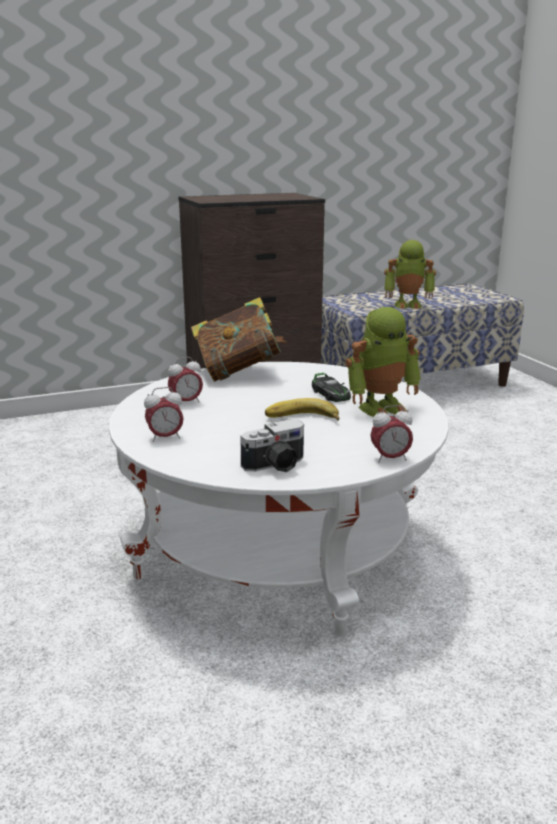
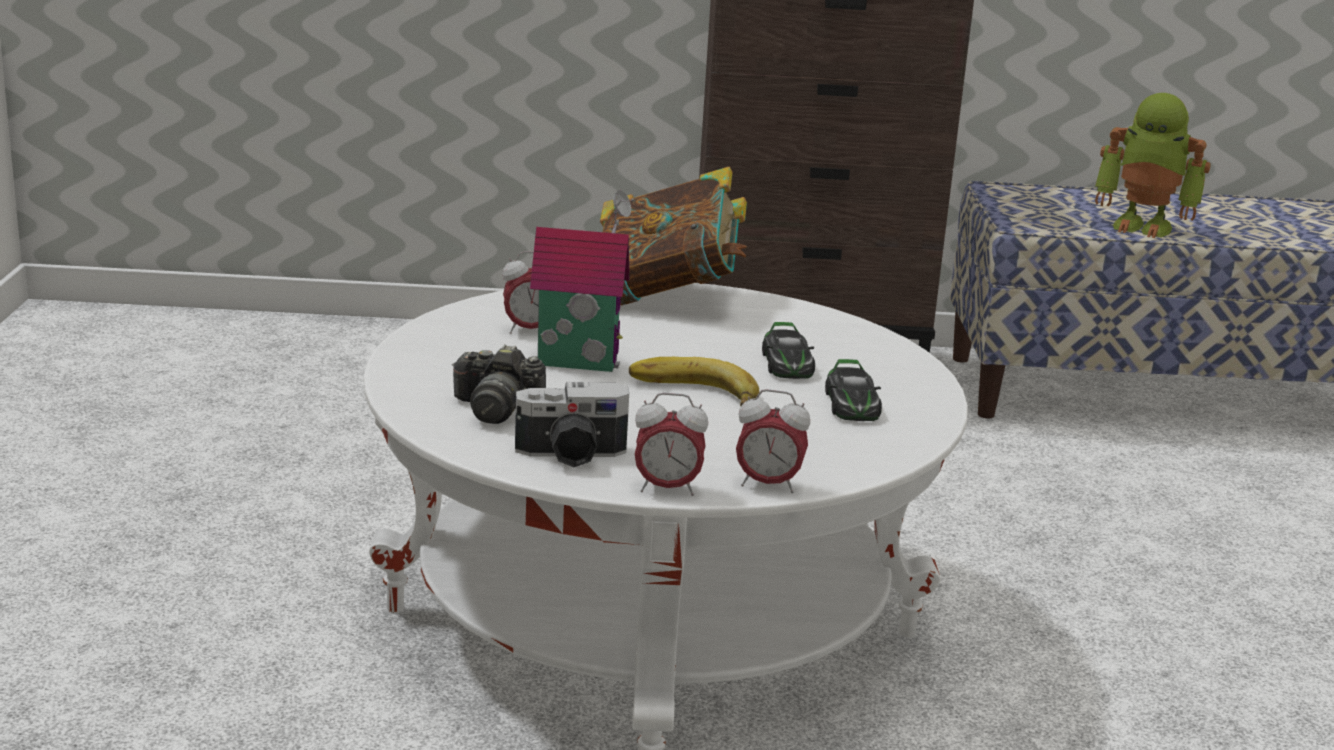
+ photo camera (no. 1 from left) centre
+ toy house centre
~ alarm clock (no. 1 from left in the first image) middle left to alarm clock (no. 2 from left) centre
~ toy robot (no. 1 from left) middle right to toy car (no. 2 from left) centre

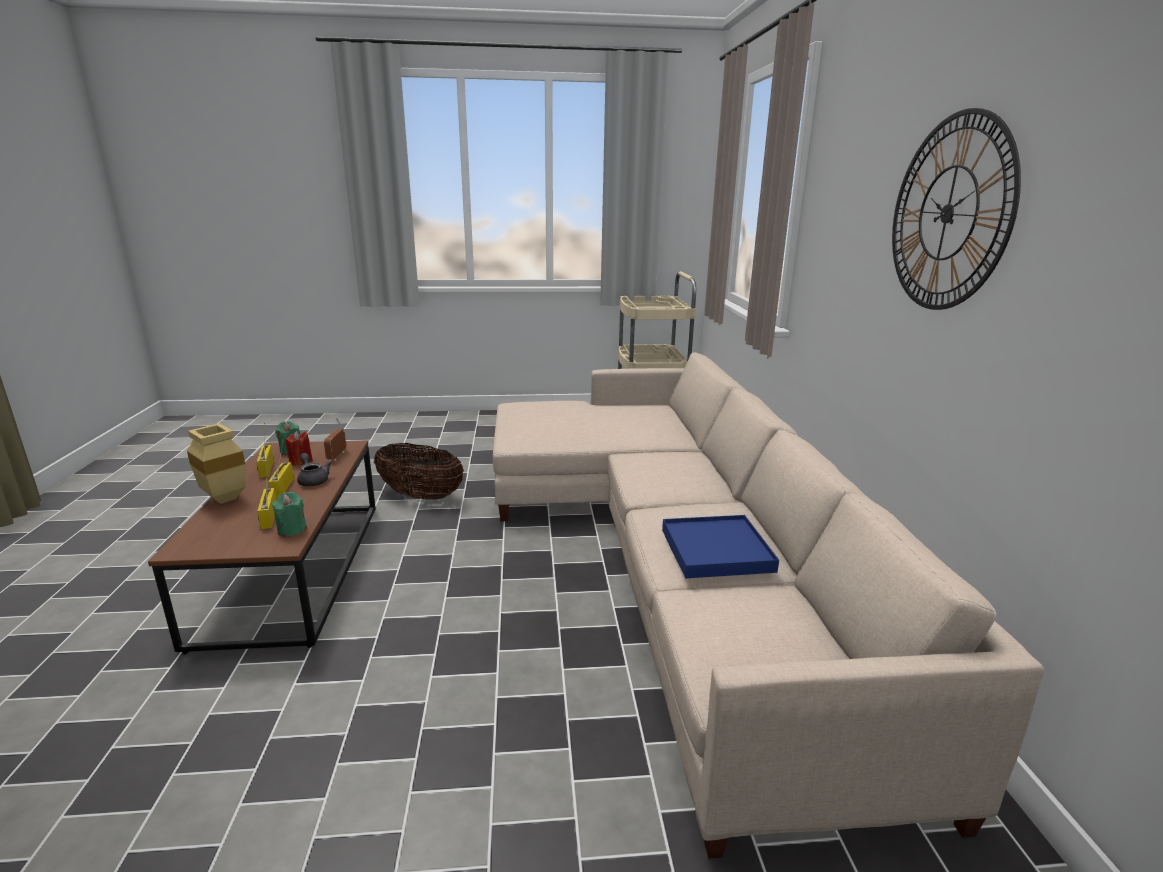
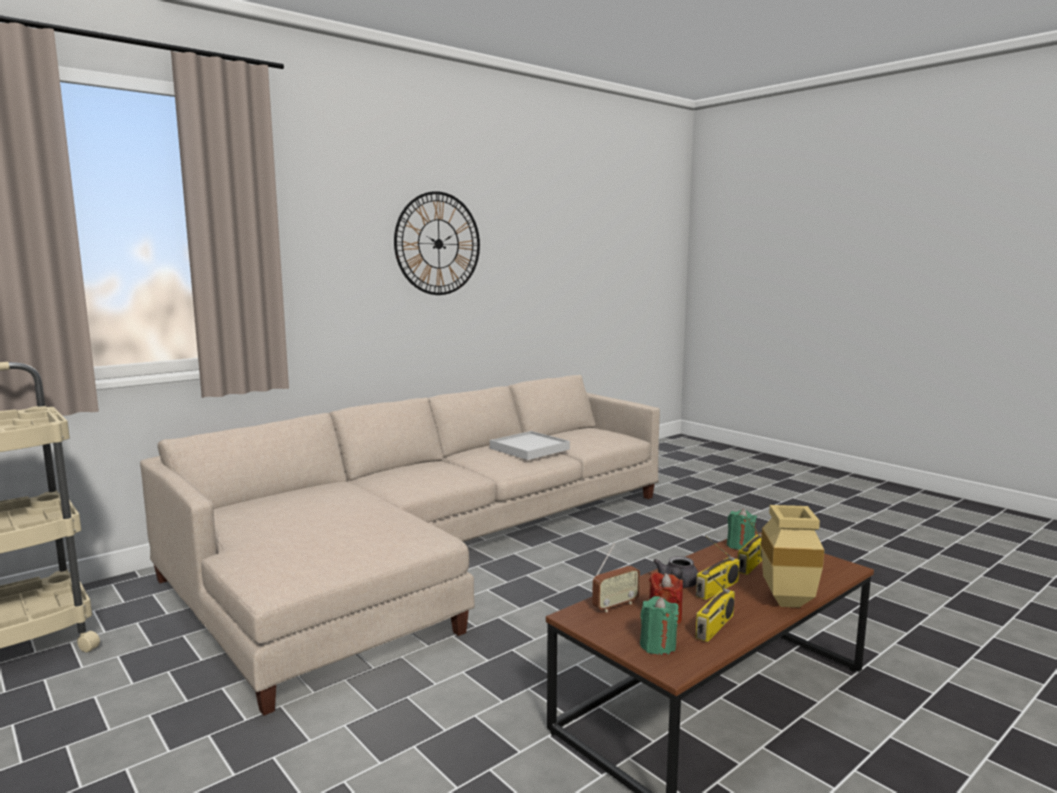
- basket centre
~ blue tray centre to white tray centre

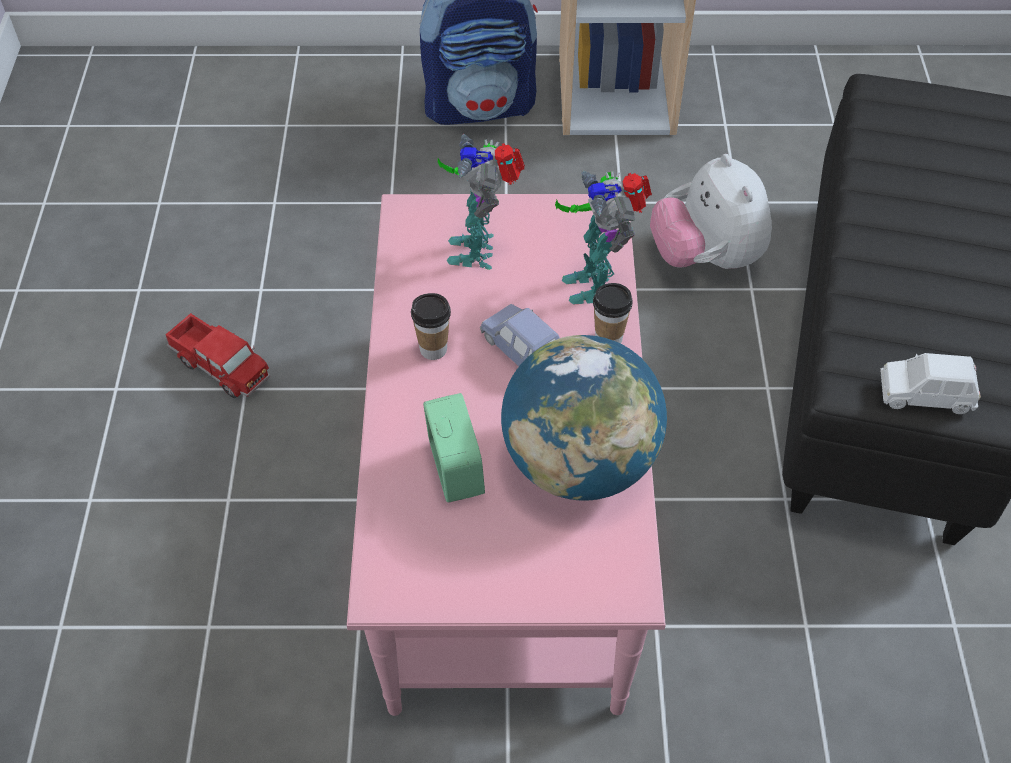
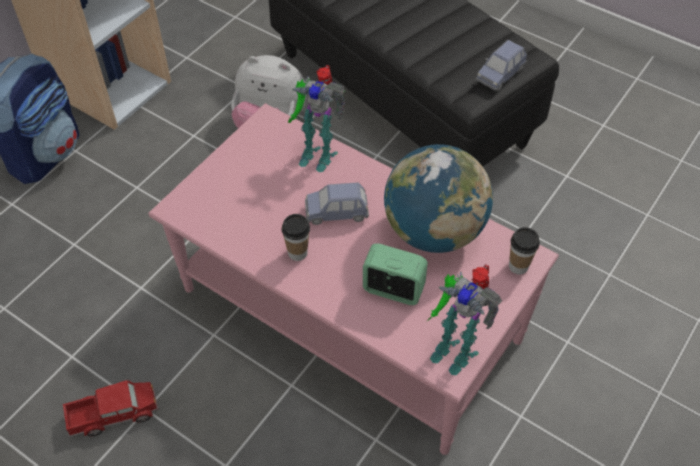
~ toy robot (no. 1 from left in the first image) top centre to toy robot (no. 2 from left) bottom centre
~ cup (no. 2 from left) centre to middle right
~ white toy car middle right to blue toy car (no. 2 from left) top right

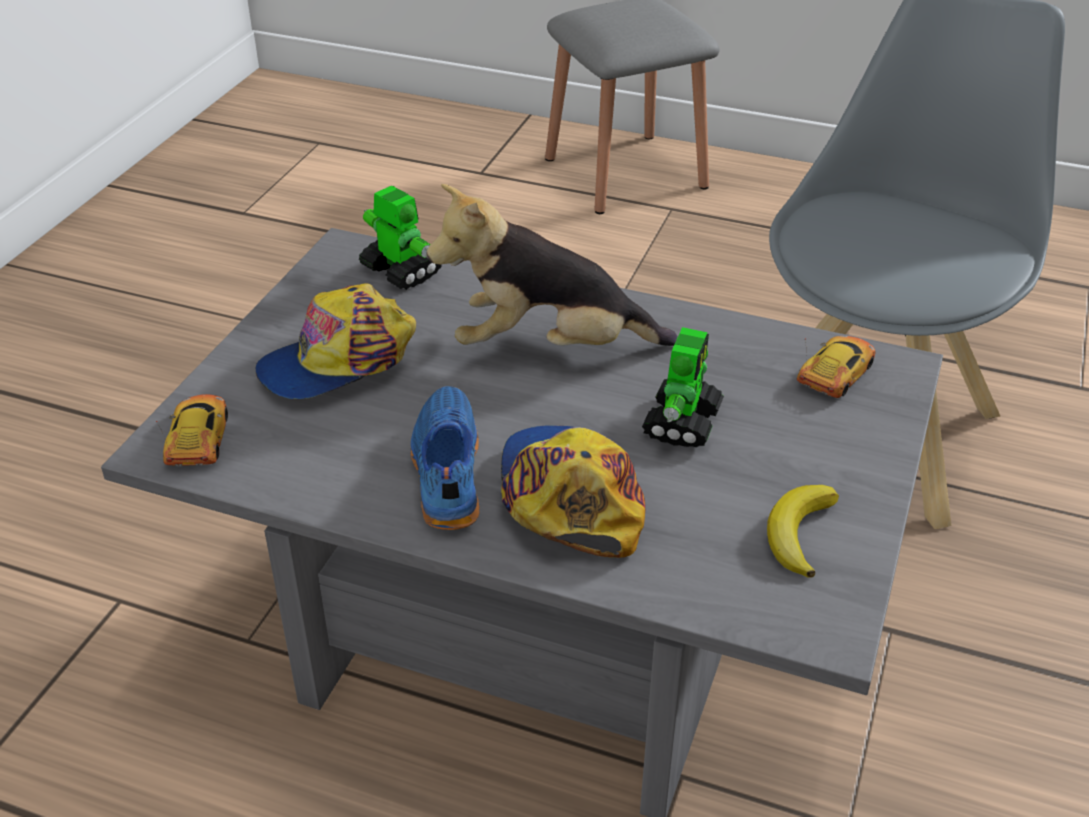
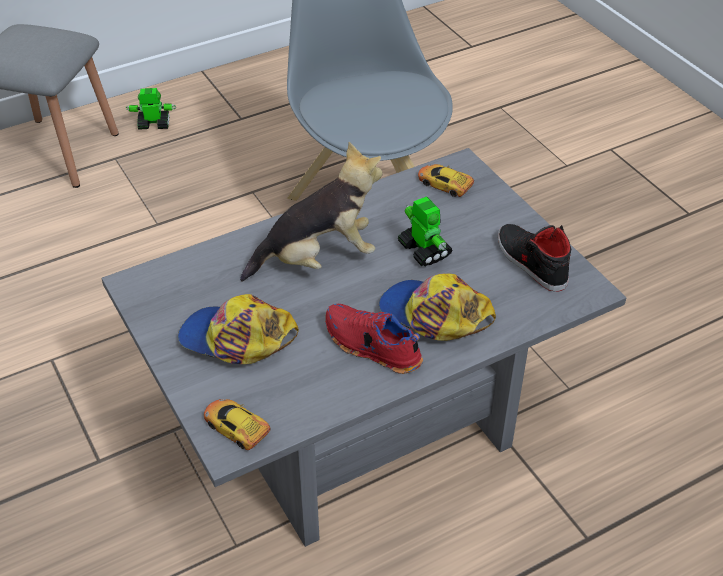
~ toy robot (no. 1 from left) top centre to top left
~ banana middle right to black shoe middle right
~ blue shoe centre to red shoe centre
~ cap (no. 1 from left) middle left = middle left 105 degrees clockwise
~ plush toy top centre = centre 150 degrees counterclockwise
~ toy car (no. 2 from left) middle right = top centre 45 degrees counterclockwise

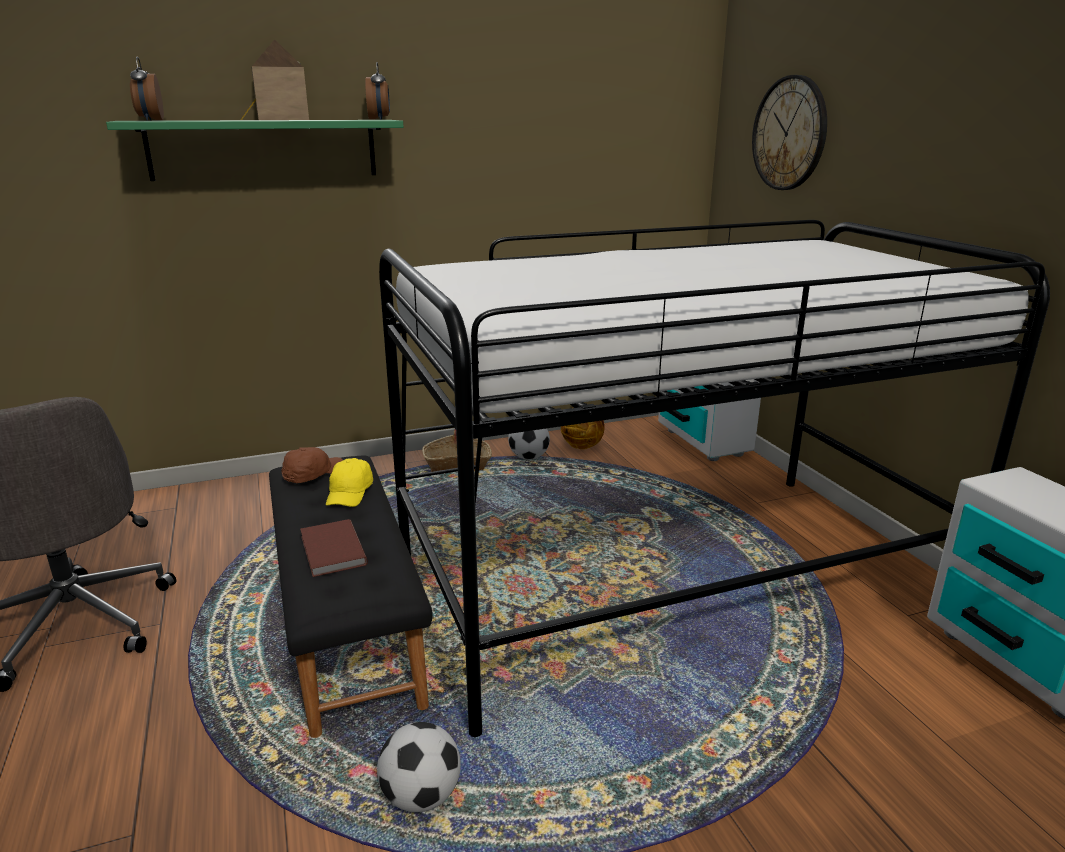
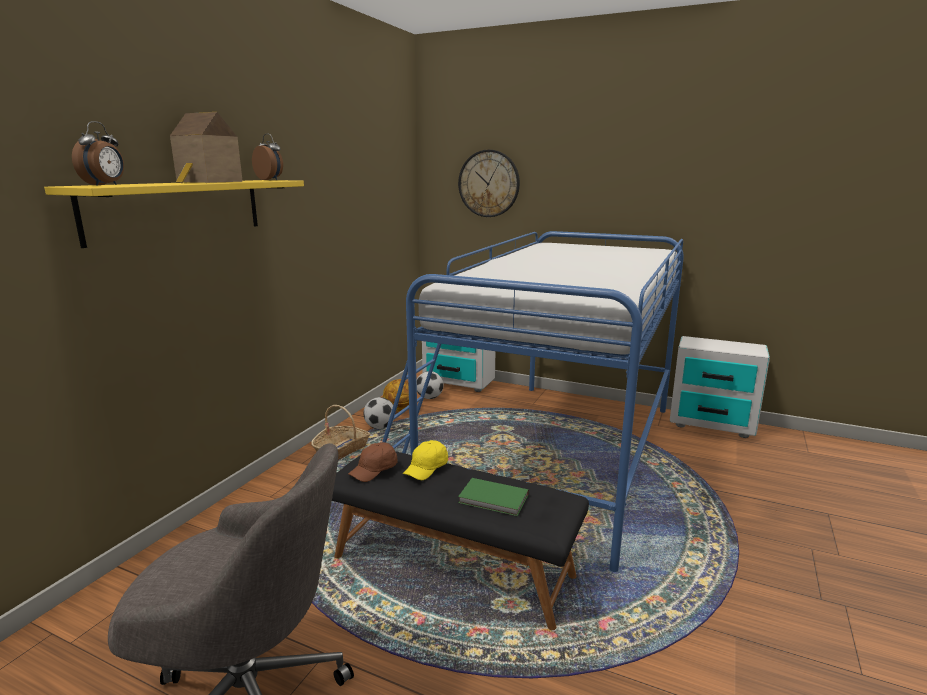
~ football (no. 1 from left in the first image) bottom centre to football (no. 2 from left) centre
~ green shelf top left to yellow shelf top left
~ brown book middle left to green book bottom centre
~ black bed middle right to blue bed centre
~ alarm clock (no. 1 from left) top left = top left 105 degrees counterclockwise
~ brown cap middle left = centre 135 degrees counterclockwise
~ yellow cap middle left = centre 75 degrees clockwise

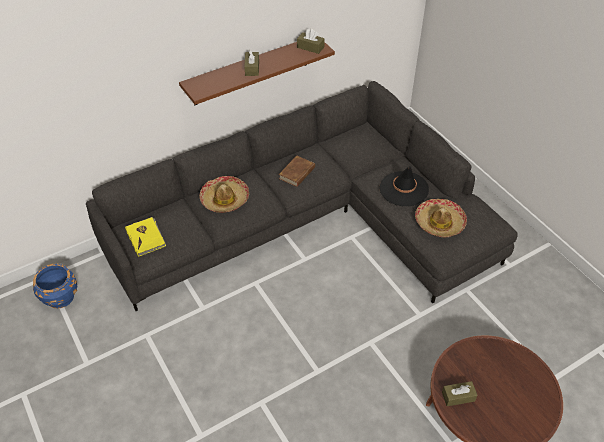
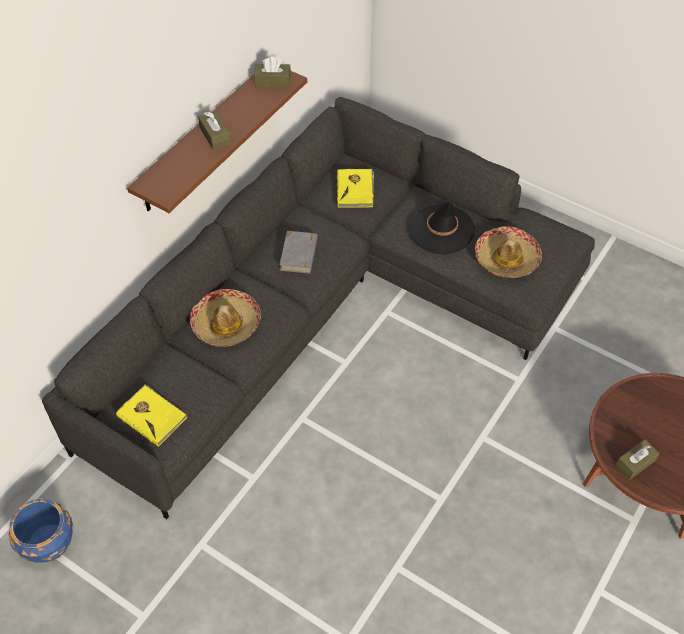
+ yellow book (no. 2 from left) top centre
~ brown book centre to grey book centre

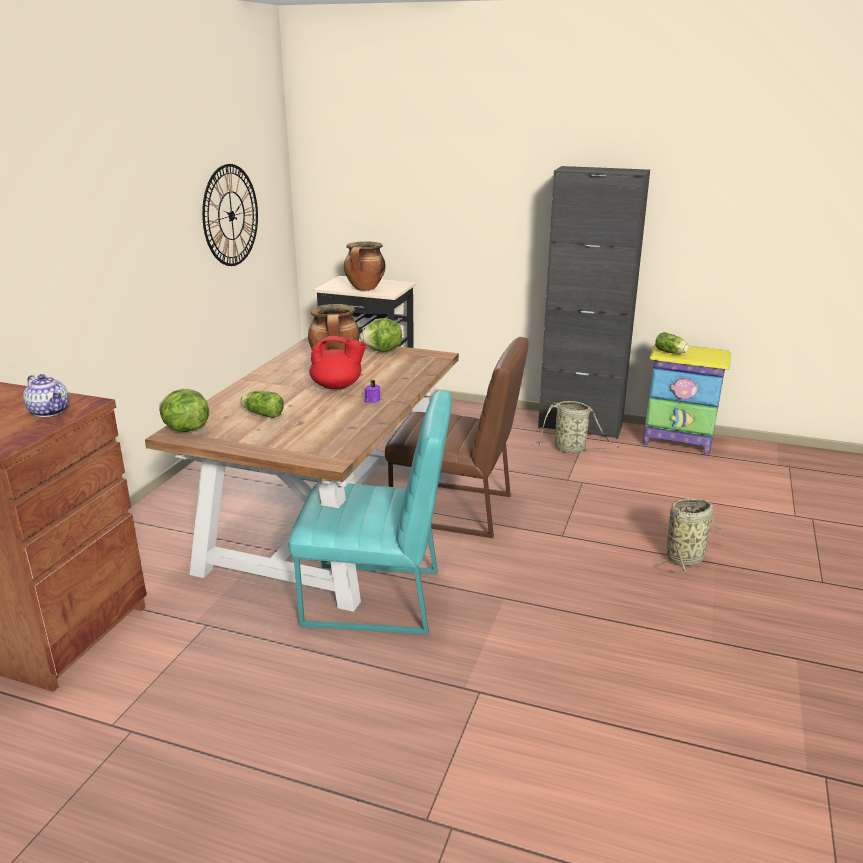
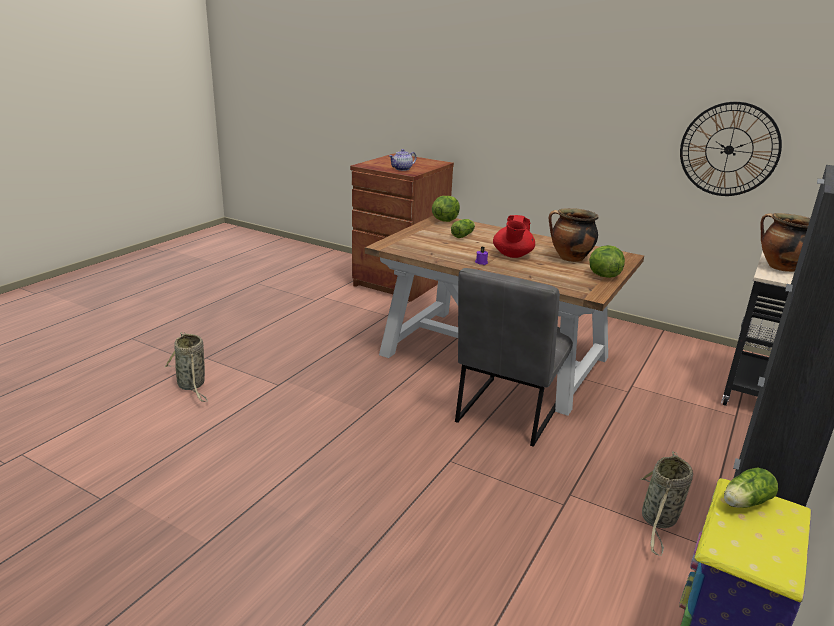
- turquoise chair centre
~ basket (no. 2 from left in the first image) middle right to basket (no. 1 from left) middle left
~ brown chair centre to grey chair centre

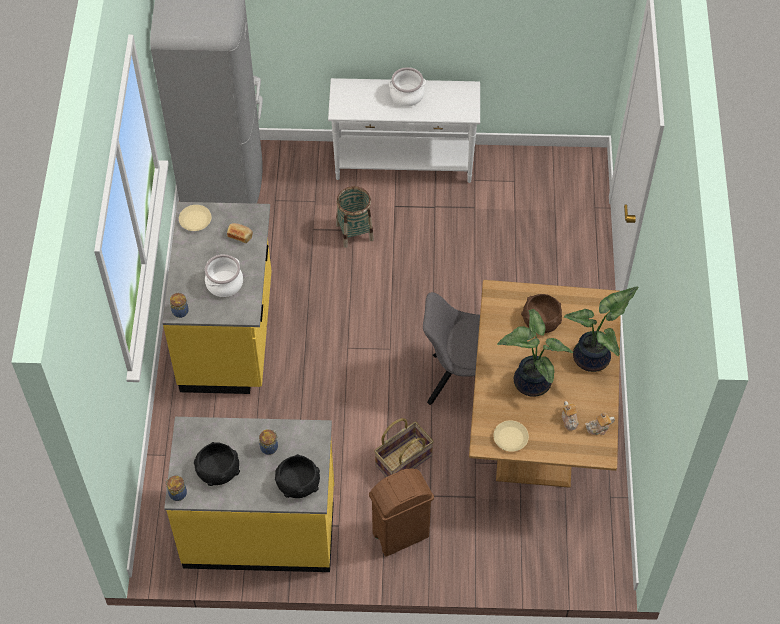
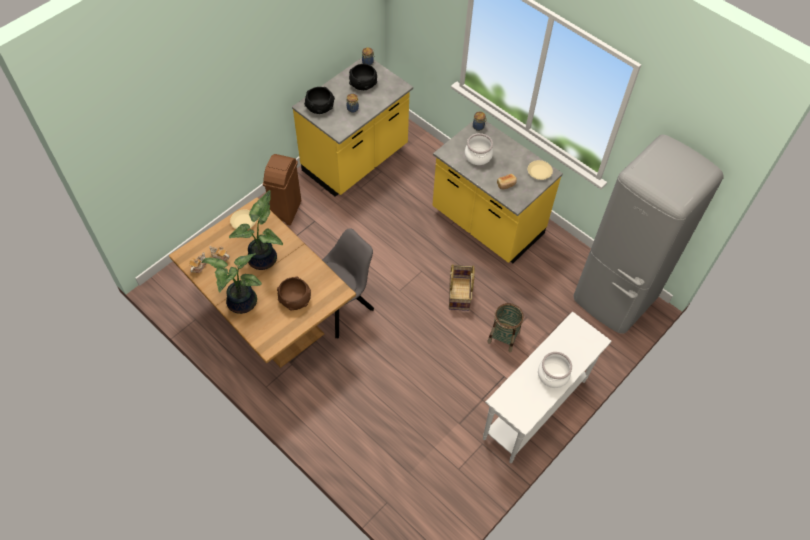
~ basket (no. 2 from left in the first image) bottom centre to basket (no. 1 from left) centre

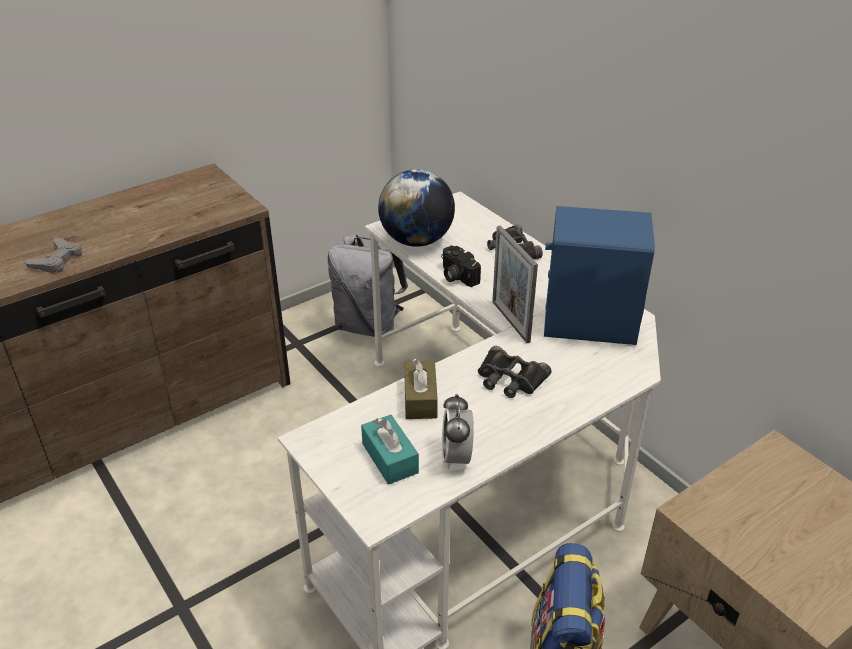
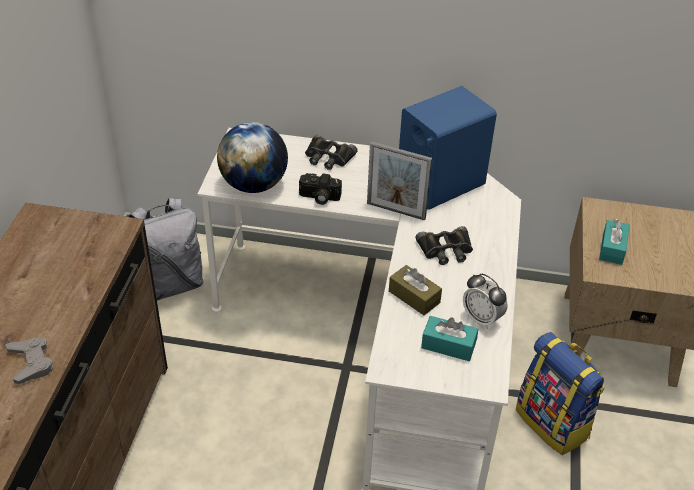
+ turquoise tissue box (no. 2 from left) middle right

